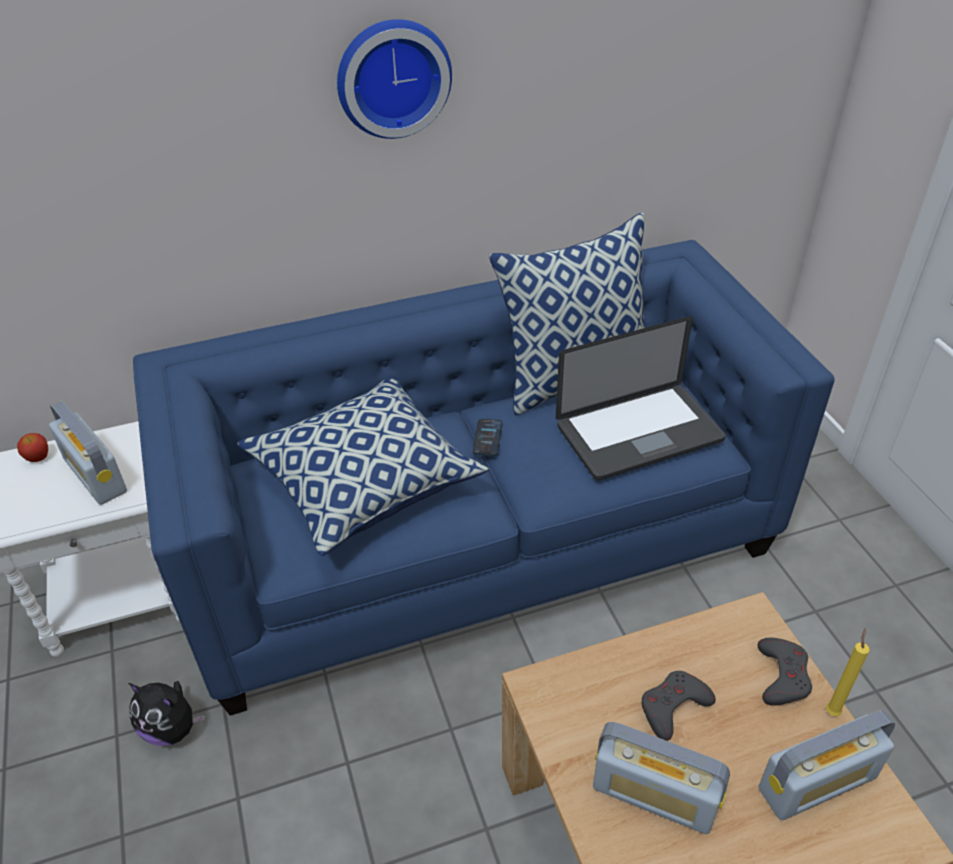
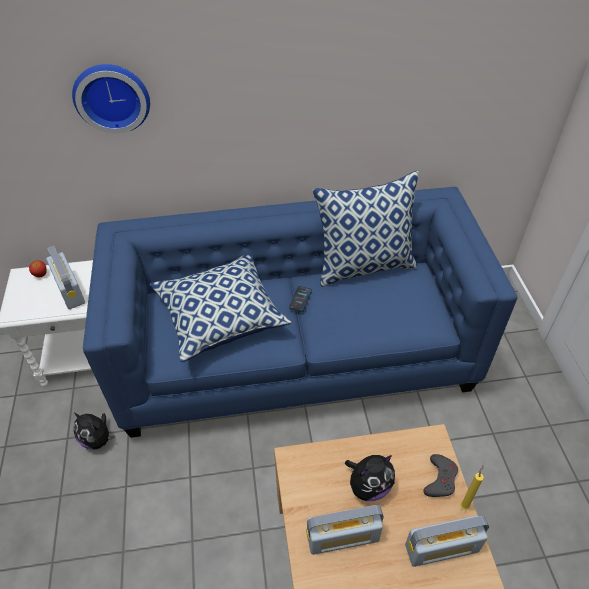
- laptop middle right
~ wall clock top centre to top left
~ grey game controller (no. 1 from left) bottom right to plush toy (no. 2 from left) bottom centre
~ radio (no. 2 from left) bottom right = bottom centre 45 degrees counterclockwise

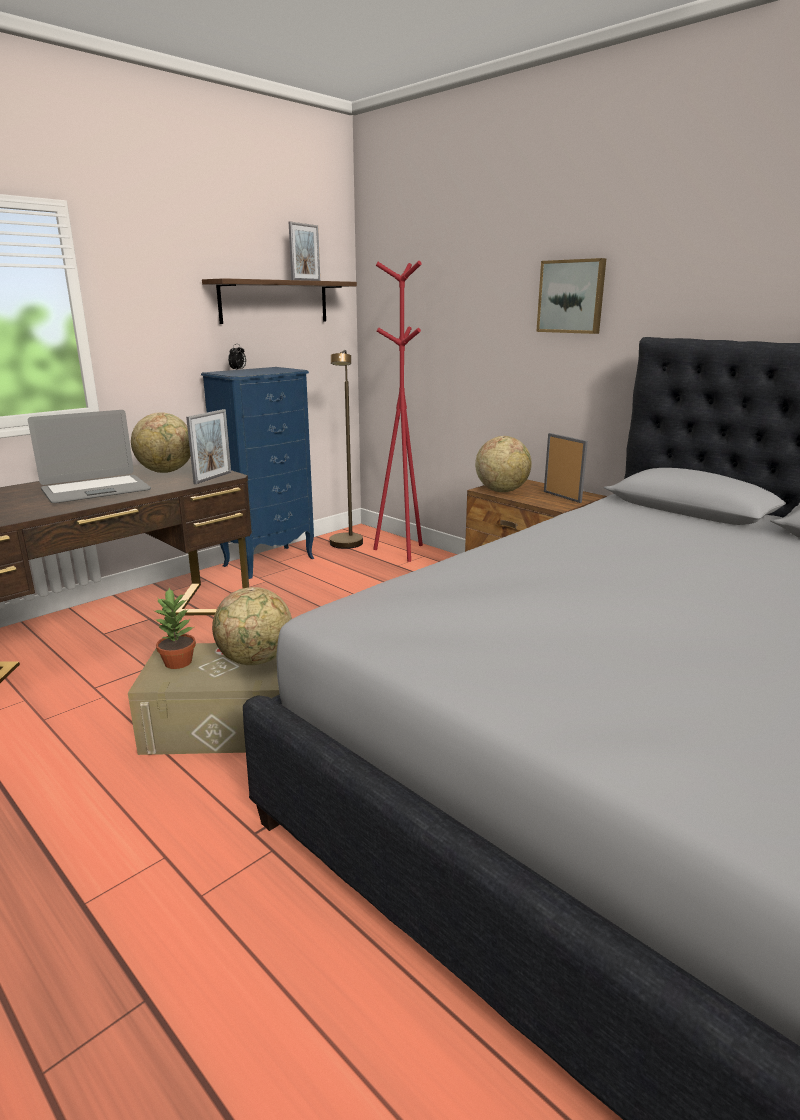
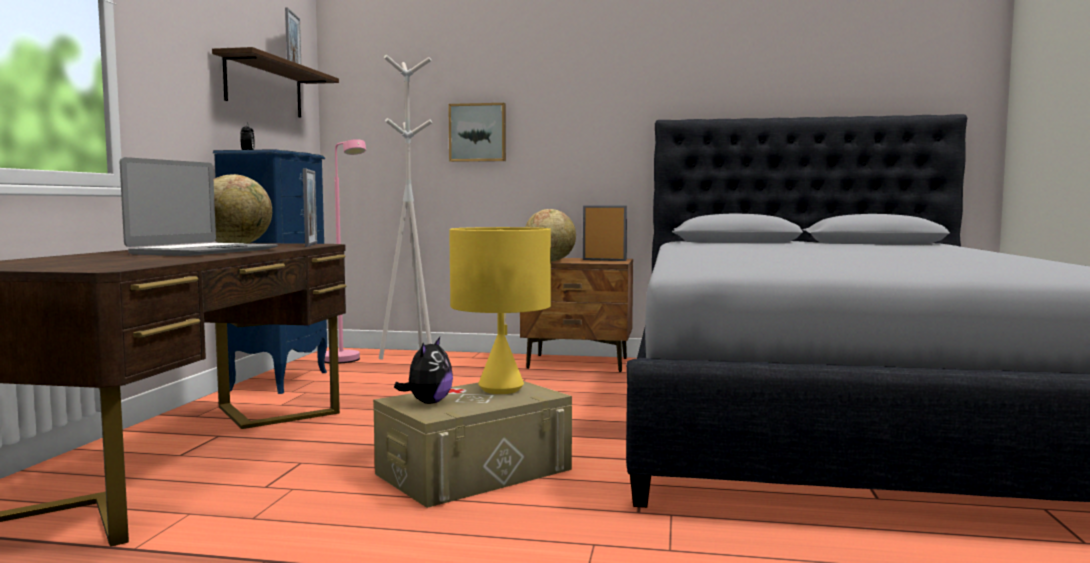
~ picture top right to top centre
~ potted plant middle left to plush toy centre
~ globe (no. 2 from left) middle left to yellow table lamp centre
~ brown floor lamp centre to pink floor lamp middle left
~ red clothes rack centre to grey clothes rack centre

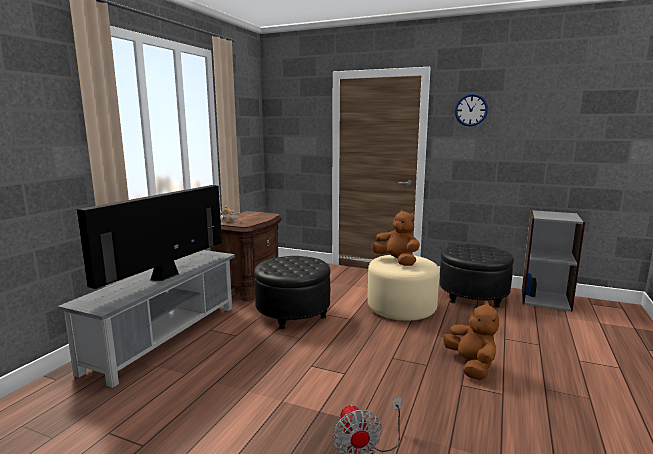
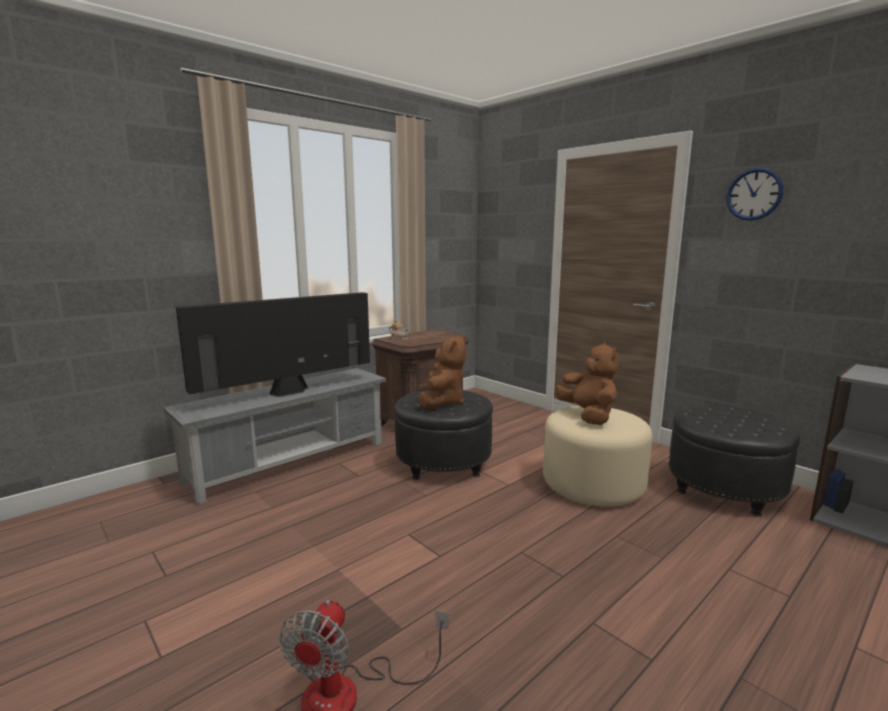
~ brown plush toy (no. 2 from left in the first image) bottom right to brown plush toy (no. 1 from left) centre

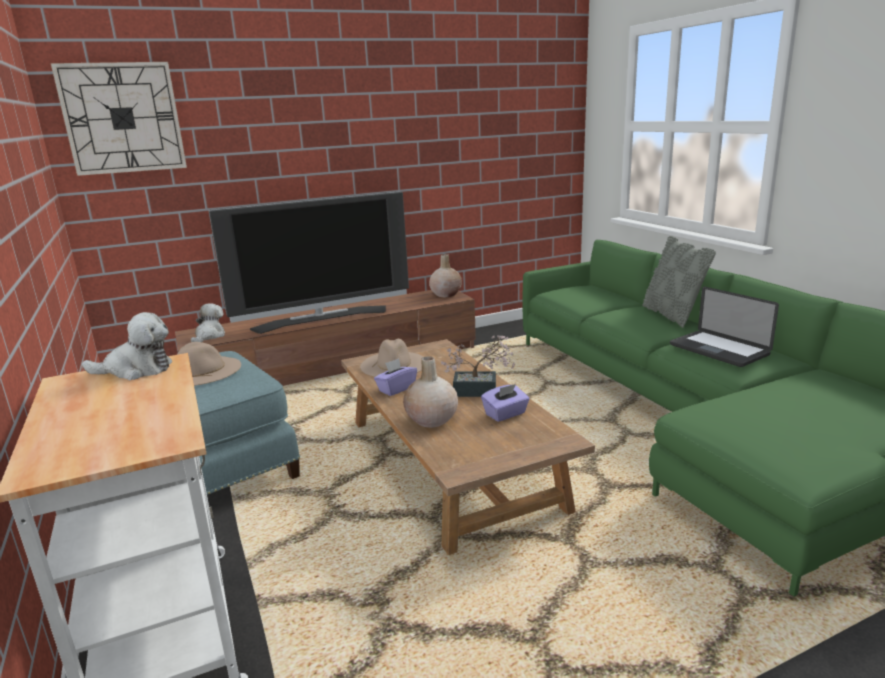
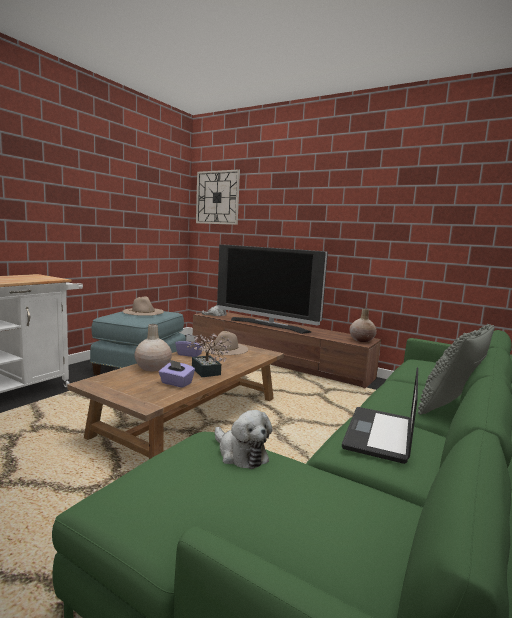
~ plush toy (no. 1 from left in the first image) middle left to plush toy (no. 2 from left) bottom centre

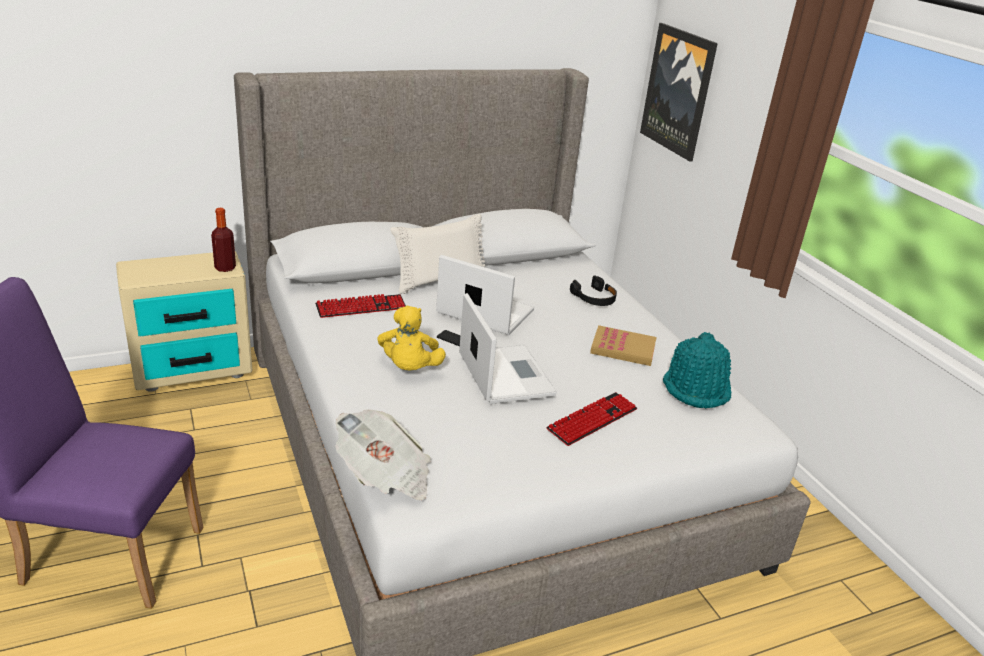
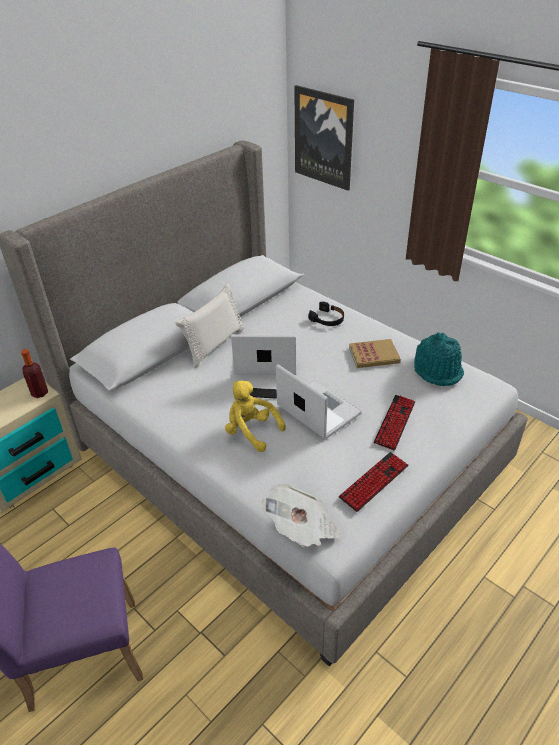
~ keyboard (no. 1 from left) centre to middle right
~ yellow plush toy centre = centre 150 degrees clockwise

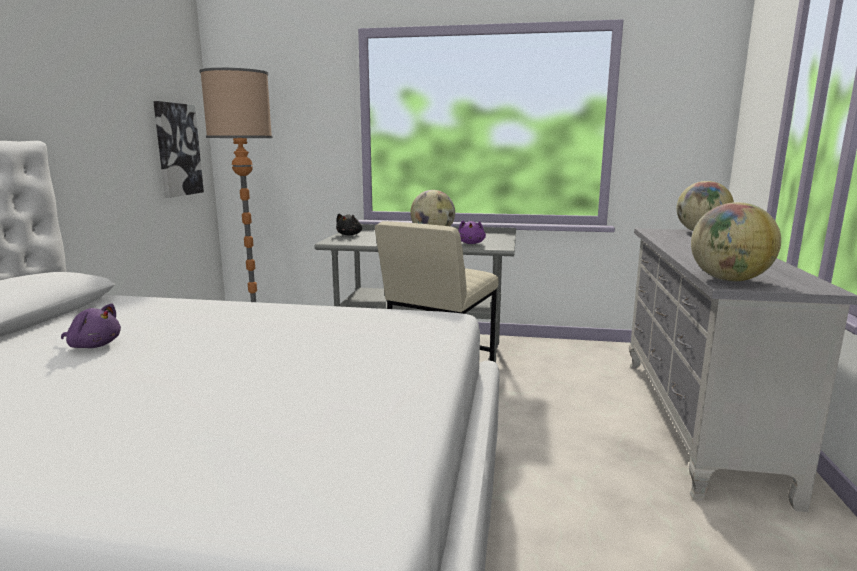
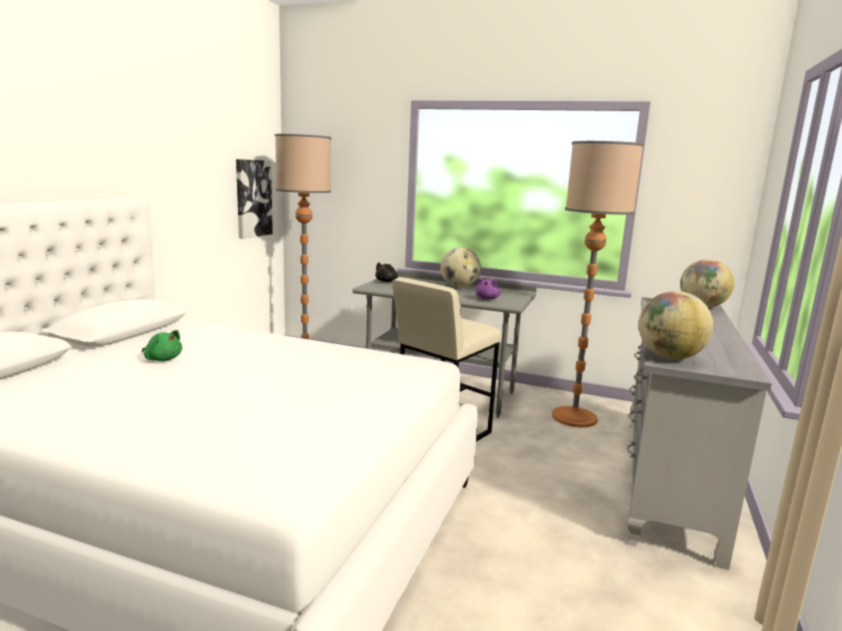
+ floor lamp (no. 2 from left) middle right
~ purple plush toy (no. 1 from left) middle left to green plush toy middle left

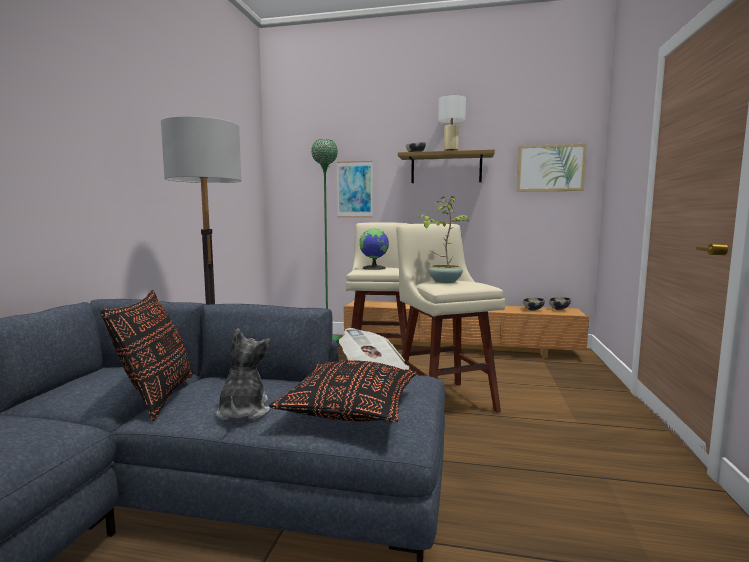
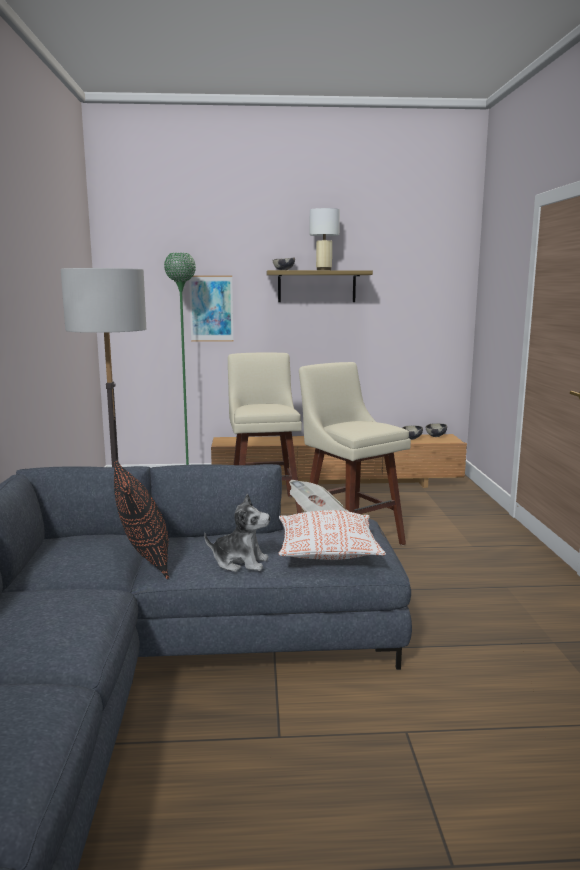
- globe centre
- potted plant centre
- picture (no. 2 from left) top right
~ black pillow (no. 2 from left) bottom centre to white pillow centre
~ plush toy middle left = centre 120 degrees clockwise

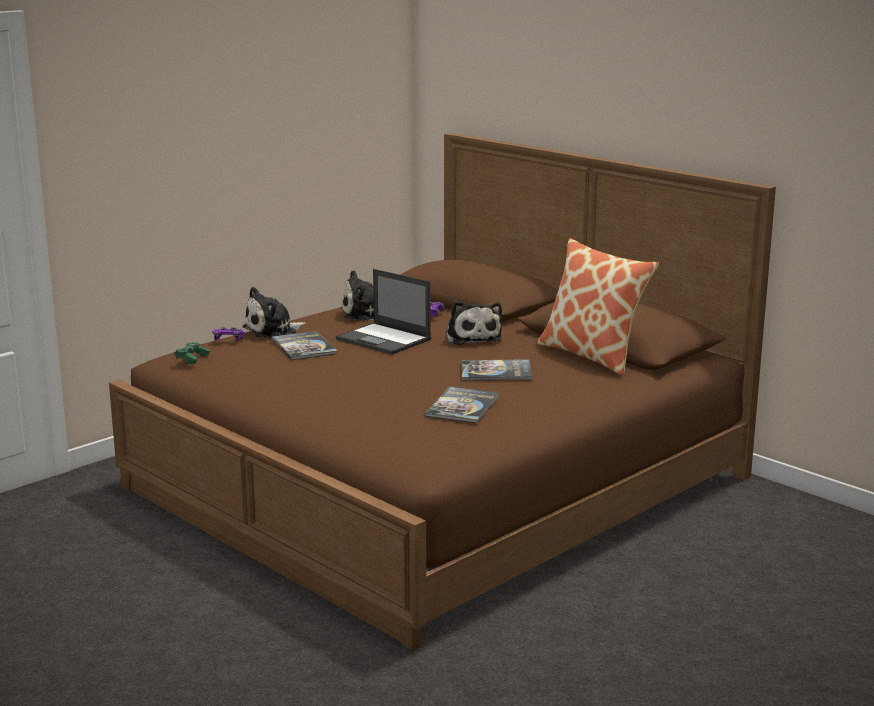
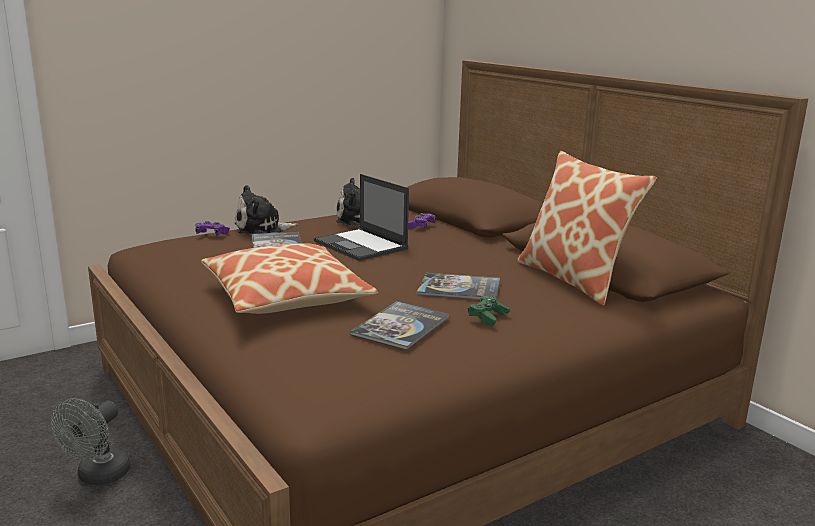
- plush toy (no. 3 from left) centre
+ grey fan bottom left
+ pillow (no. 1 from left) centre
~ green game controller middle left to centre

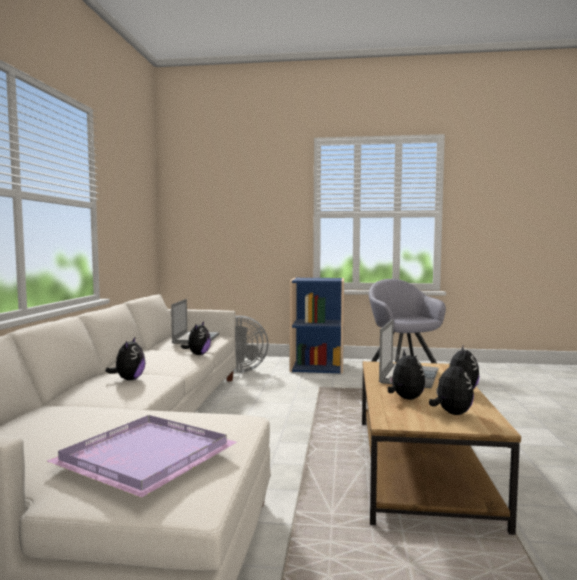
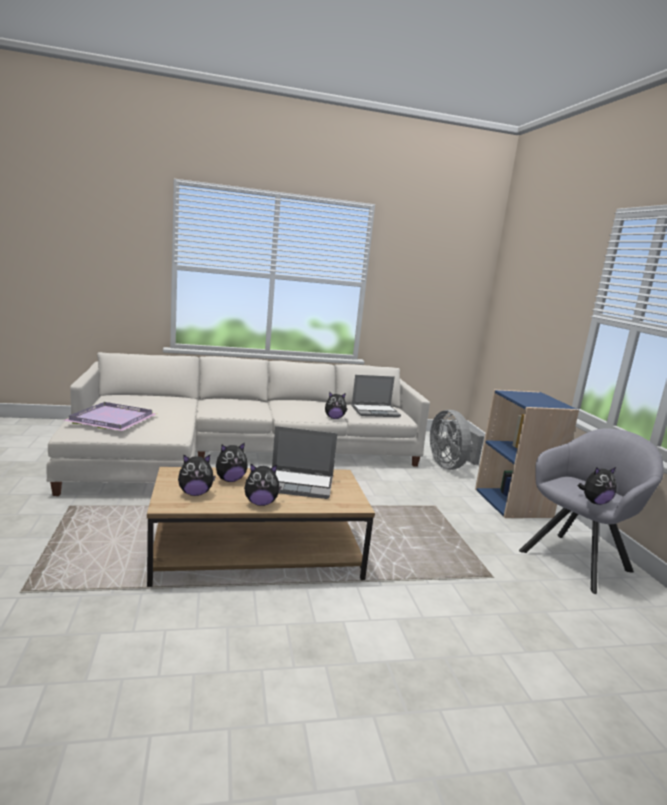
~ plush toy (no. 1 from left in the first image) middle left to plush toy (no. 5 from left) middle right

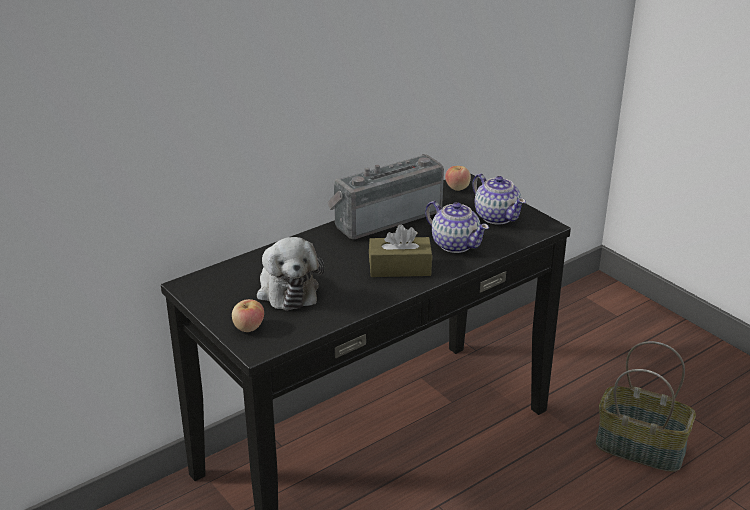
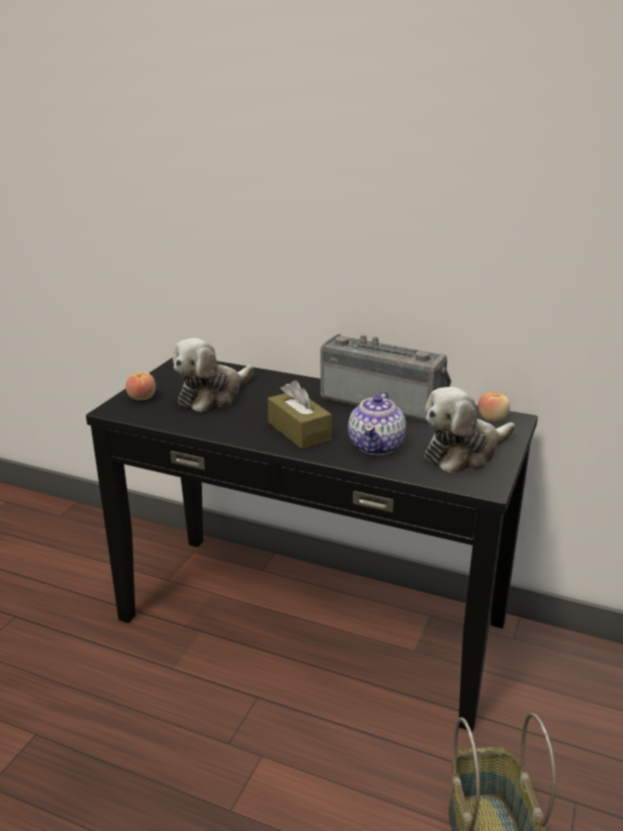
~ teapot (no. 2 from left) centre to plush toy (no. 2 from left) middle right

